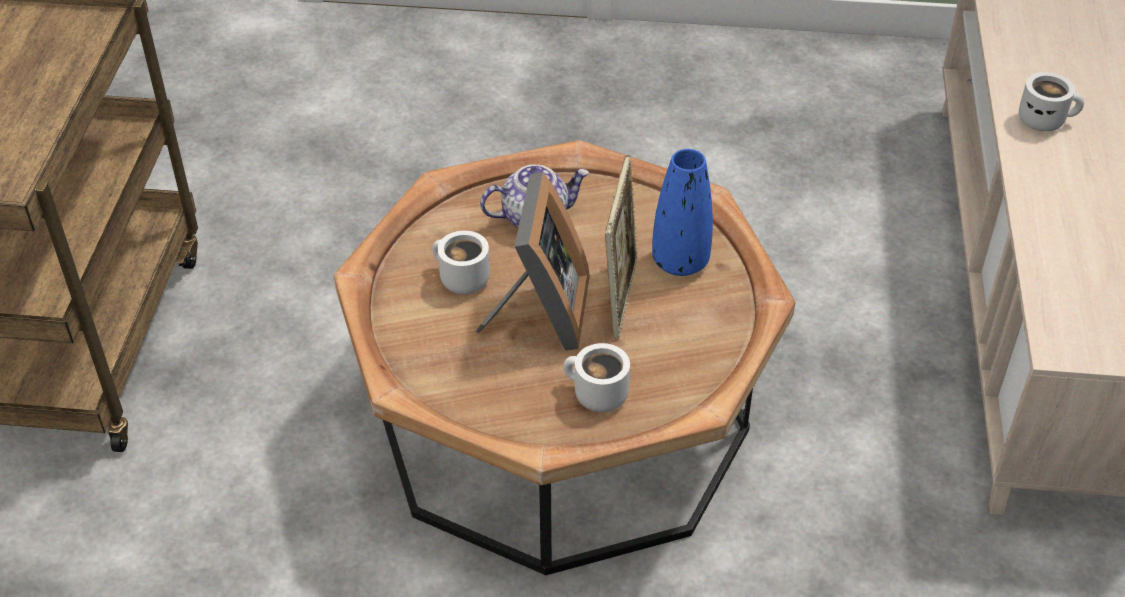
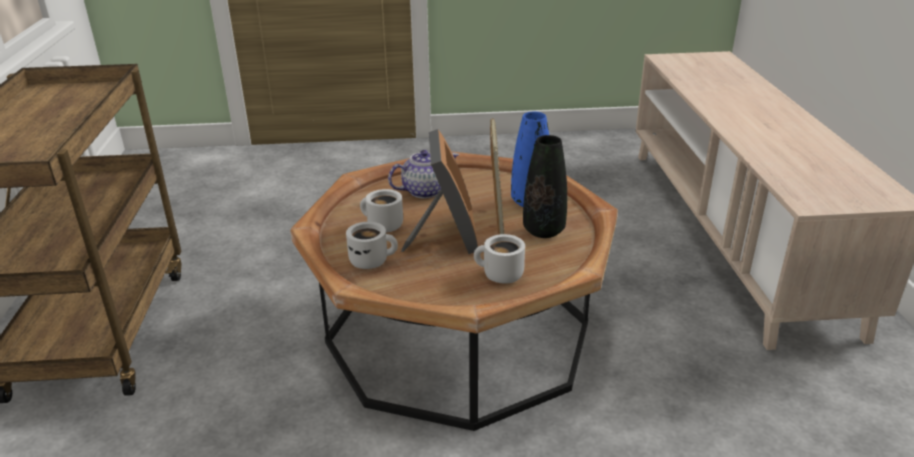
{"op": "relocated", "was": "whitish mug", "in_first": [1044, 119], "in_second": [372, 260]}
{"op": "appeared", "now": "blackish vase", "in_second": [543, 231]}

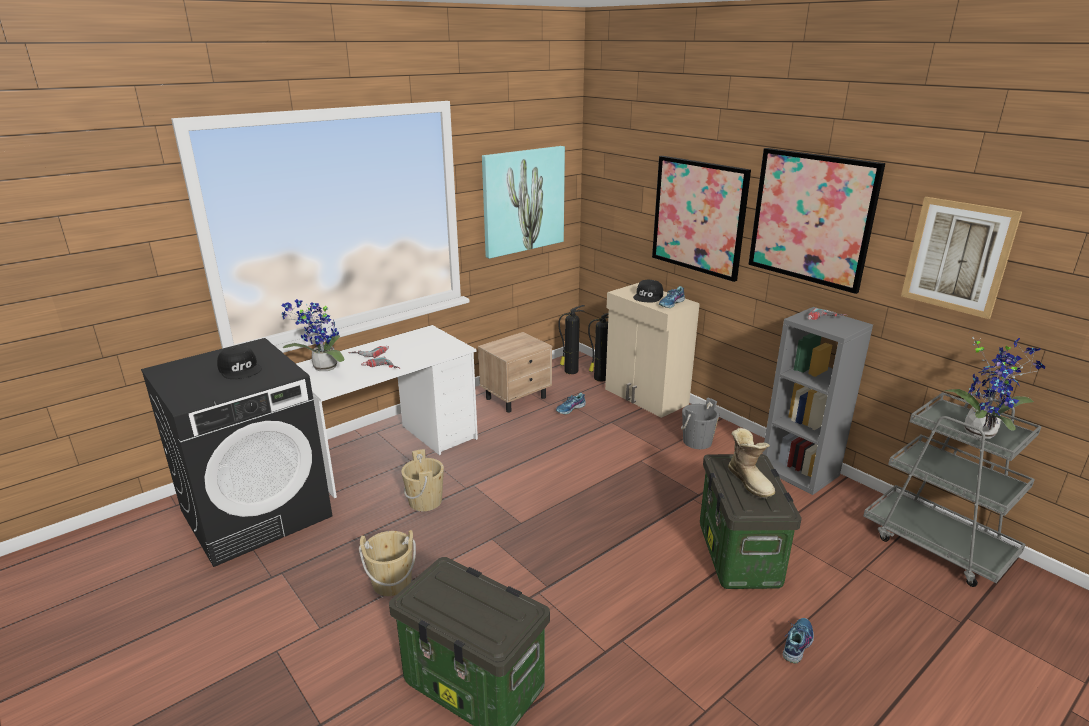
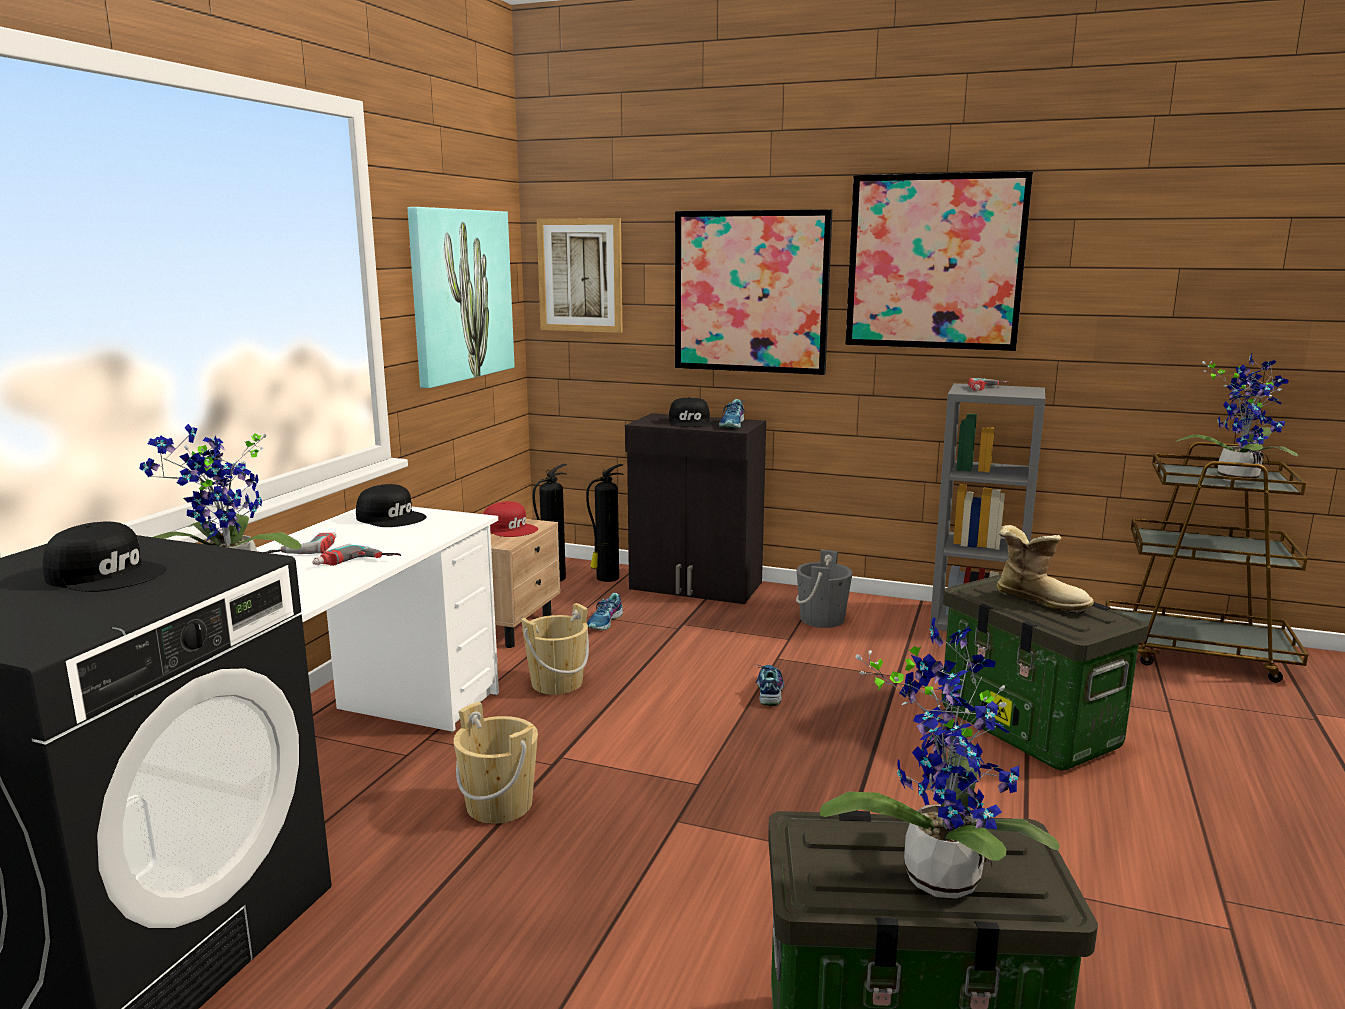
{"op": "relocated", "was": "wall picture", "in_first": [957, 256], "in_second": [580, 275]}
{"op": "colour", "was": "sand-coloured storage cabinet", "now": "blackish storage cabinet", "in_first": [645, 397], "in_second": [696, 586]}
{"op": "colour", "was": "grey trolley", "now": "brown trolley", "in_first": [937, 545], "in_second": [1196, 653]}
{"op": "relocated", "was": "sand-coloured water bucket", "in_first": [392, 582], "in_second": [557, 683]}
{"op": "relocated", "was": "item of footwear", "in_first": [796, 643], "in_second": [768, 691]}
{"op": "appeared", "now": "blackish baseball cap", "in_second": [392, 517]}
{"op": "appeared", "now": "reddish baseball cap", "in_second": [510, 529]}
{"op": "appeared", "now": "plant in a pot", "in_second": [939, 871]}

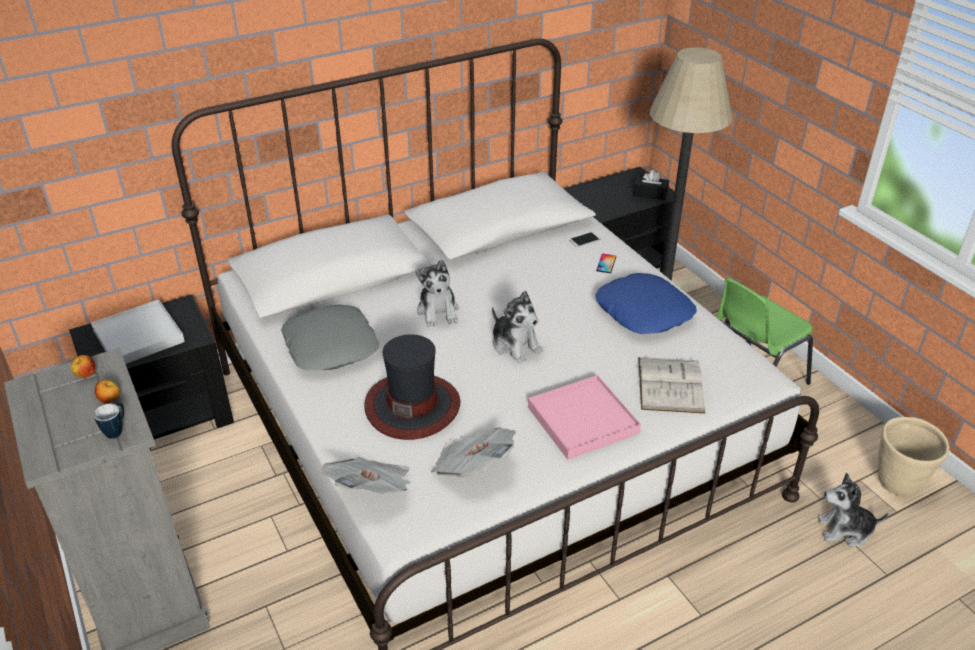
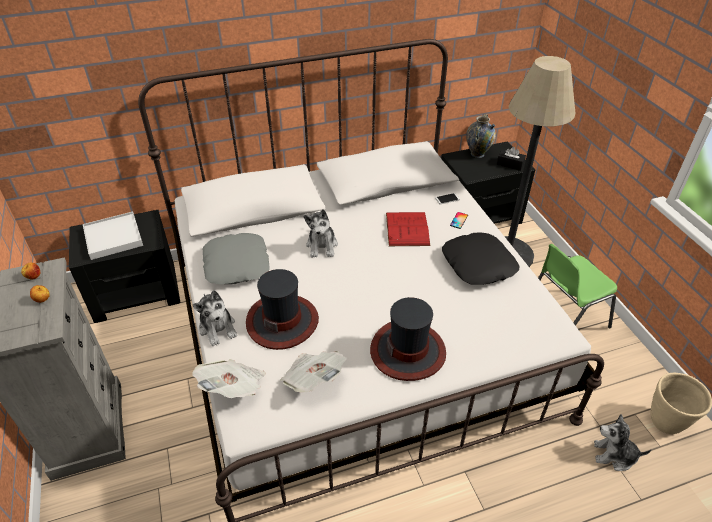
{"op": "colour", "was": "bluish cushion", "now": "blackish cushion", "in_first": [644, 312], "in_second": [479, 264]}
{"op": "relocated", "was": "soft toy", "in_first": [515, 345], "in_second": [218, 328]}
{"op": "missing", "was": "whitish volume", "in_first": [670, 384]}
{"op": "exchanged", "was": "pink-coloured tray", "now": "wearable hat", "in_first": [583, 420], "in_second": [408, 351]}
{"op": "missing", "was": "mug", "in_first": [117, 431]}
{"op": "appeared", "now": "vase", "in_second": [477, 154]}
{"op": "appeared", "now": "reddish volume", "in_second": [407, 229]}

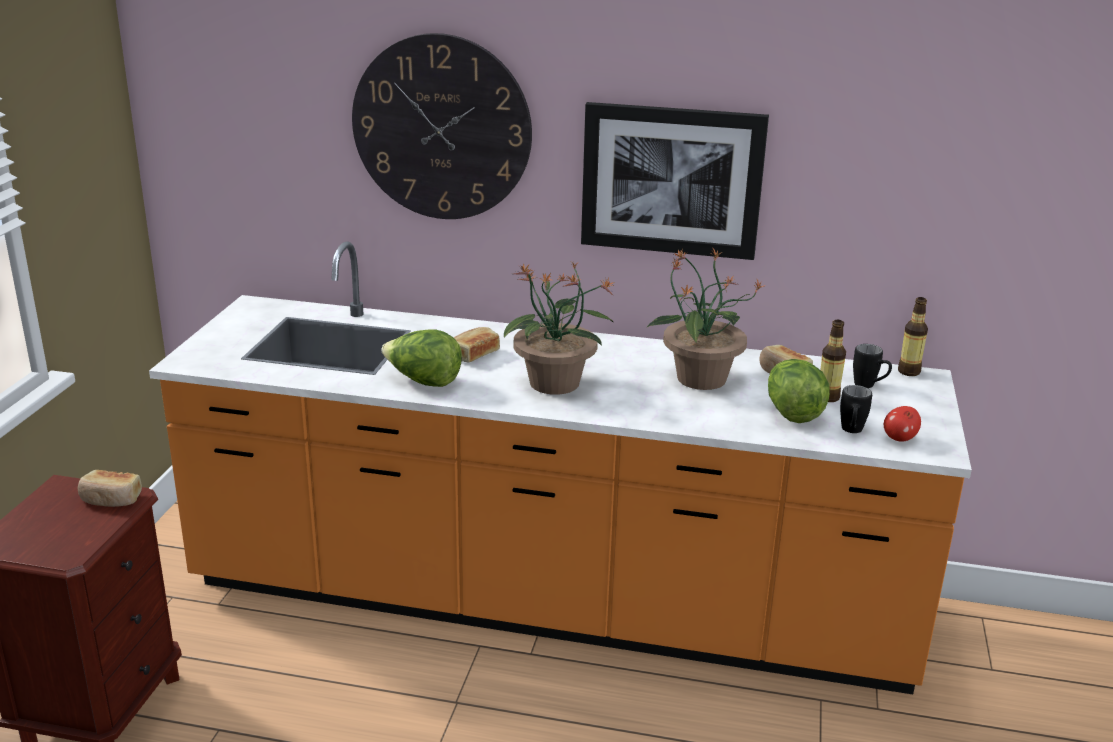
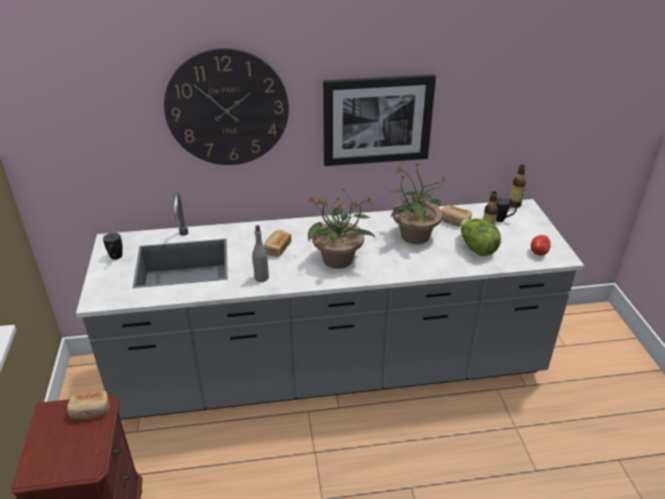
{"op": "colour", "was": "orangey kitchen base unit", "now": "grey kitchen base unit", "in_first": [551, 602], "in_second": [332, 370]}
{"op": "exchanged", "was": "head of lettuce", "now": "grey beverage bottle", "in_first": [423, 382], "in_second": [261, 277]}
{"op": "relocated", "was": "blackish mug", "in_first": [851, 432], "in_second": [115, 258]}

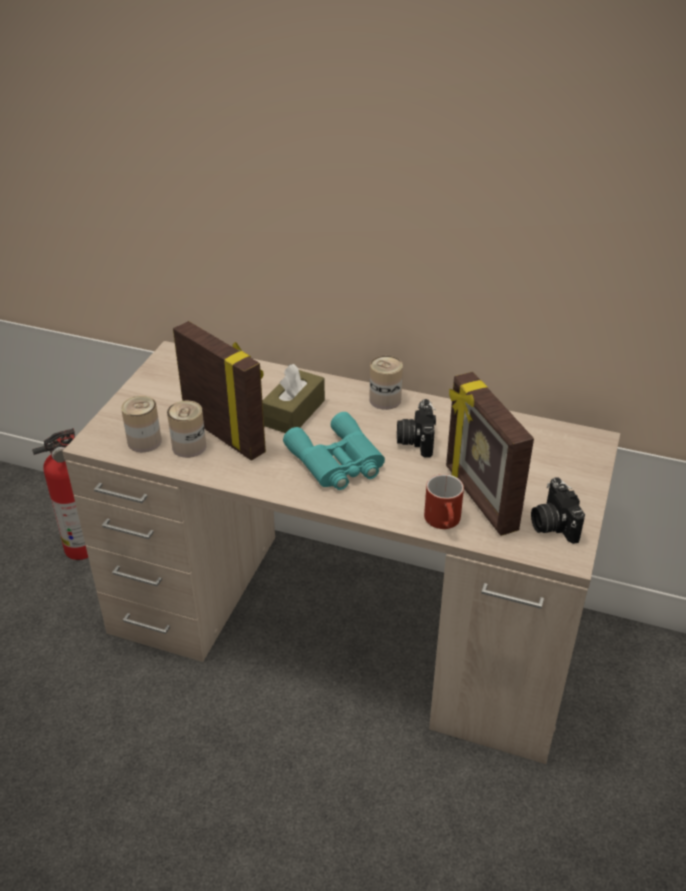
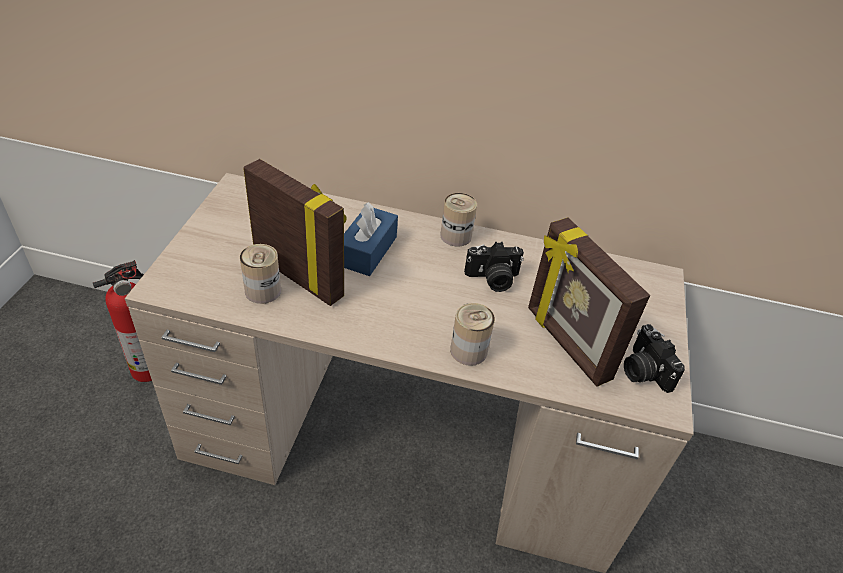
{"op": "colour", "was": "brown tissue holder", "now": "bluish tissue holder", "in_first": [294, 413], "in_second": [367, 251]}
{"op": "relocated", "was": "sealed can", "in_first": [144, 441], "in_second": [468, 351]}
{"op": "spun", "was": "still camera", "in_first": [415, 440], "in_second": [492, 279], "clockwise": -90}
{"op": "missing", "was": "turquoise-coloured field glasses", "in_first": [337, 462]}
{"op": "missing", "was": "reddish mug", "in_first": [445, 522]}

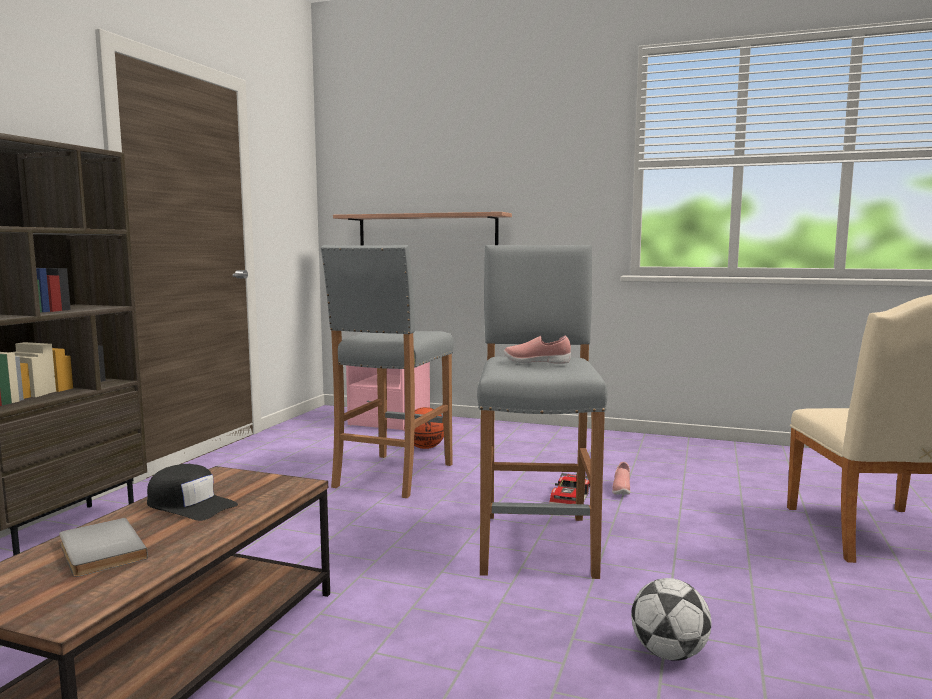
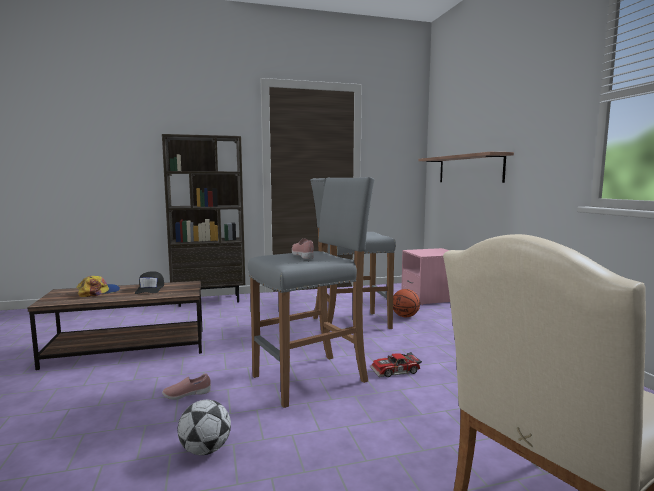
{"op": "relocated", "was": "pink-coloured item of footwear", "in_first": [621, 489], "in_second": [187, 395]}
{"op": "exchanged", "was": "grey volume", "now": "baseball cap", "in_first": [98, 551], "in_second": [98, 292]}

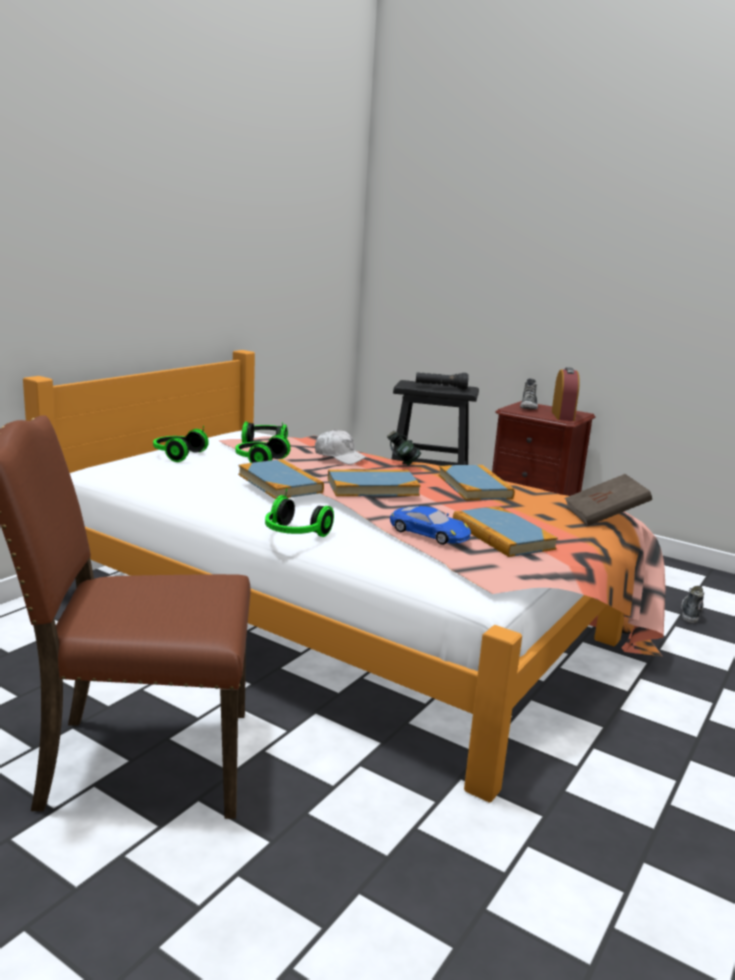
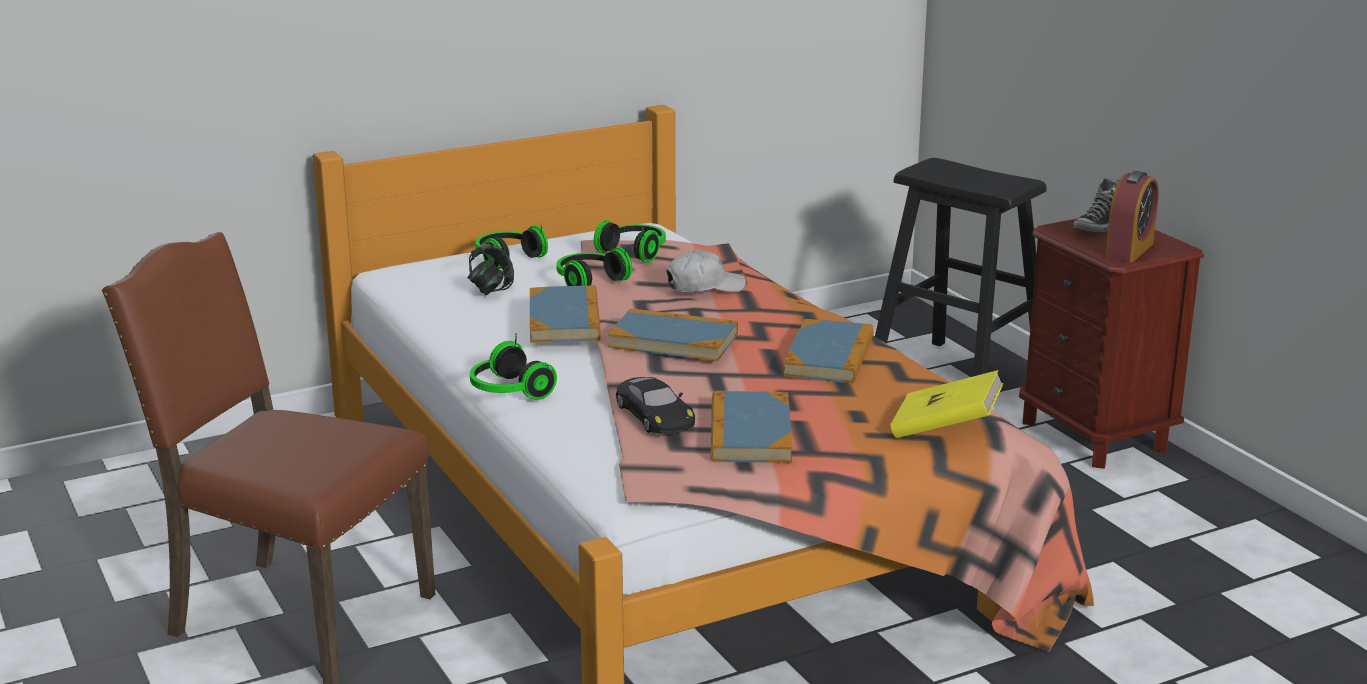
{"op": "missing", "was": "blackish torch", "in_first": [441, 387]}
{"op": "spun", "was": "whitish baseball cap", "in_first": [340, 457], "in_second": [704, 286], "clockwise": -75}
{"op": "relocated", "was": "headset", "in_first": [401, 462], "in_second": [491, 289]}
{"op": "colour", "was": "brown volume", "now": "yellow volume", "in_first": [604, 517], "in_second": [945, 429]}
{"op": "colour", "was": "bluish toy car", "now": "blackish toy car", "in_first": [429, 533], "in_second": [655, 415]}
{"op": "missing", "was": "item of footwear", "in_first": [690, 612]}

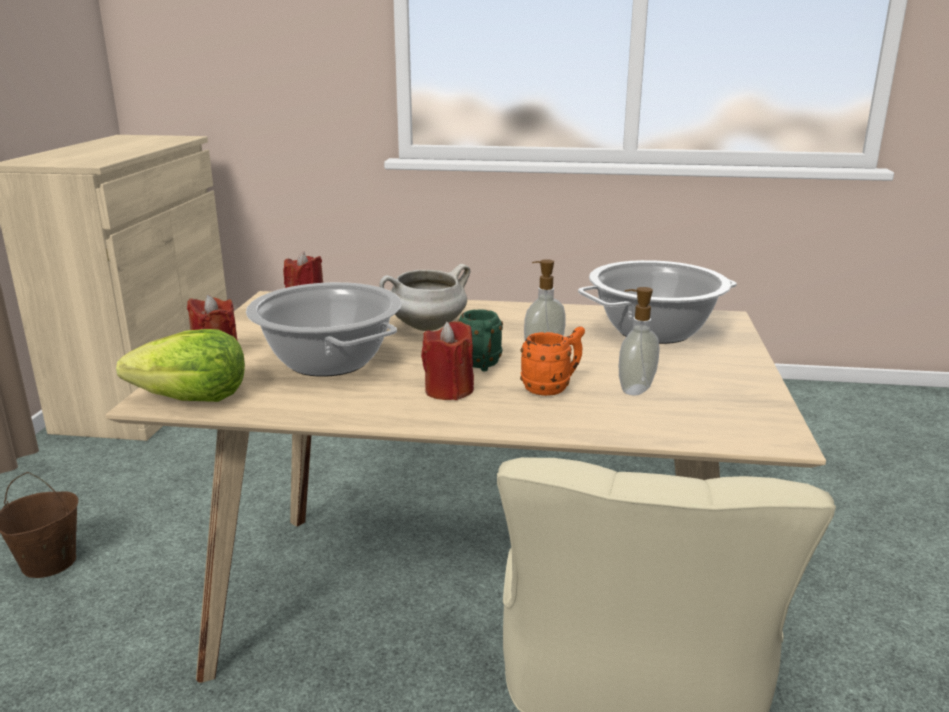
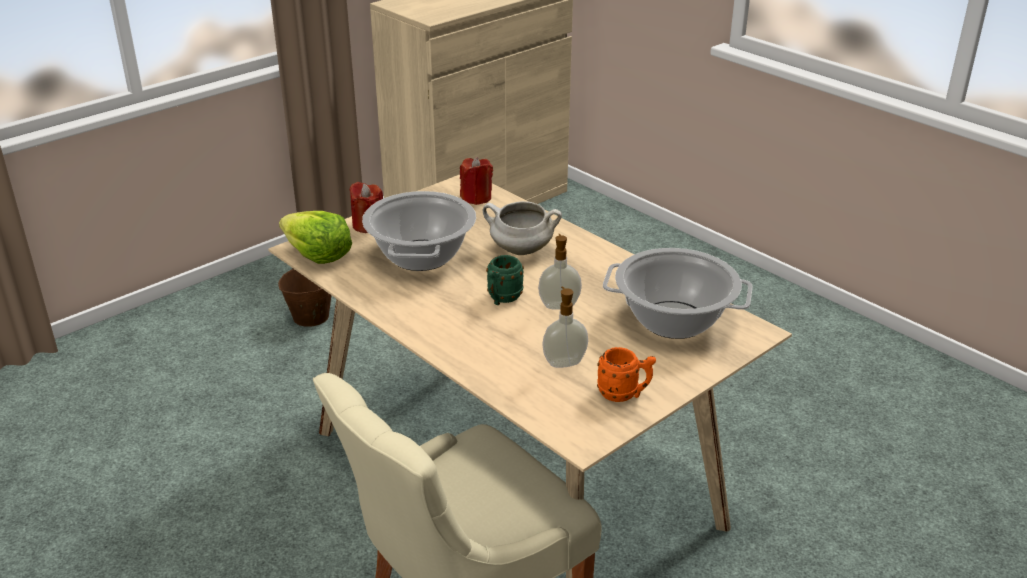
{"op": "missing", "was": "reddish wax candle", "in_first": [449, 390]}
{"op": "relocated", "was": "orangey mug", "in_first": [552, 387], "in_second": [624, 394]}

